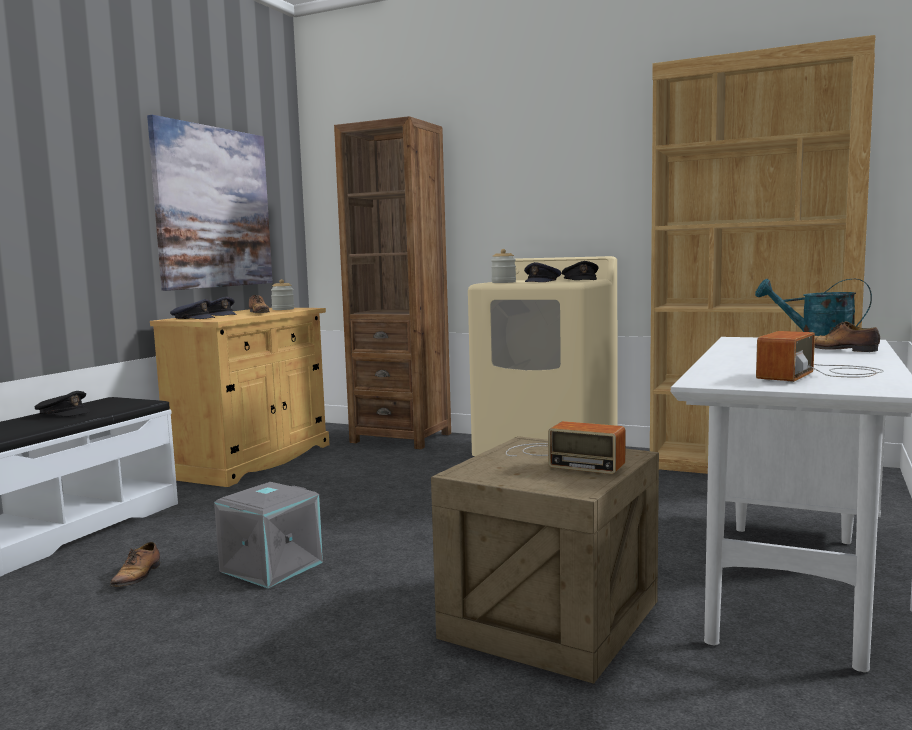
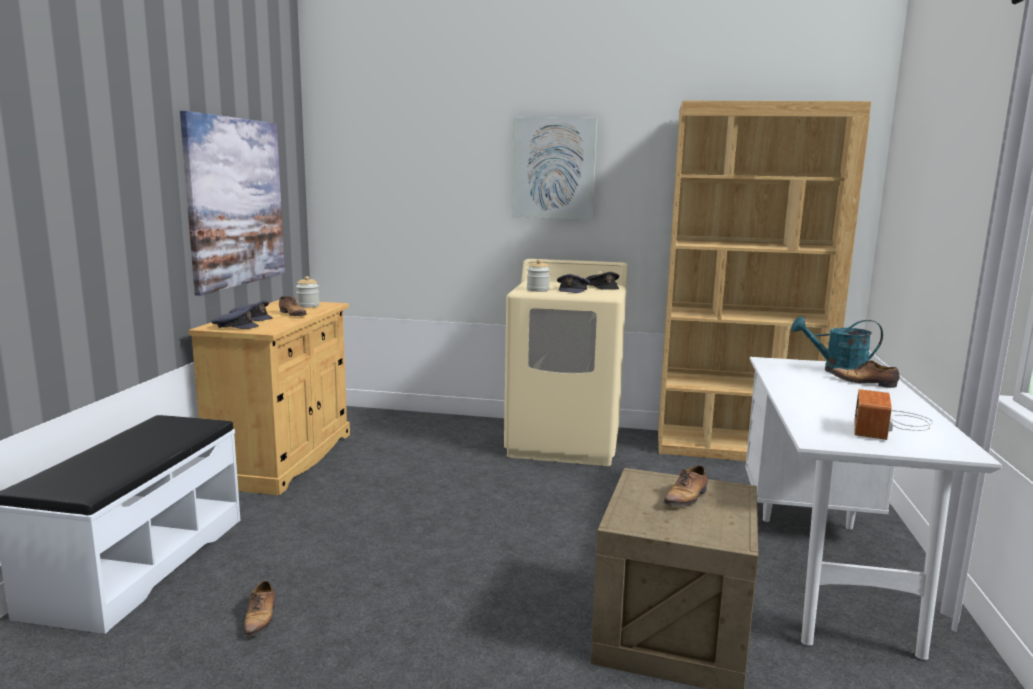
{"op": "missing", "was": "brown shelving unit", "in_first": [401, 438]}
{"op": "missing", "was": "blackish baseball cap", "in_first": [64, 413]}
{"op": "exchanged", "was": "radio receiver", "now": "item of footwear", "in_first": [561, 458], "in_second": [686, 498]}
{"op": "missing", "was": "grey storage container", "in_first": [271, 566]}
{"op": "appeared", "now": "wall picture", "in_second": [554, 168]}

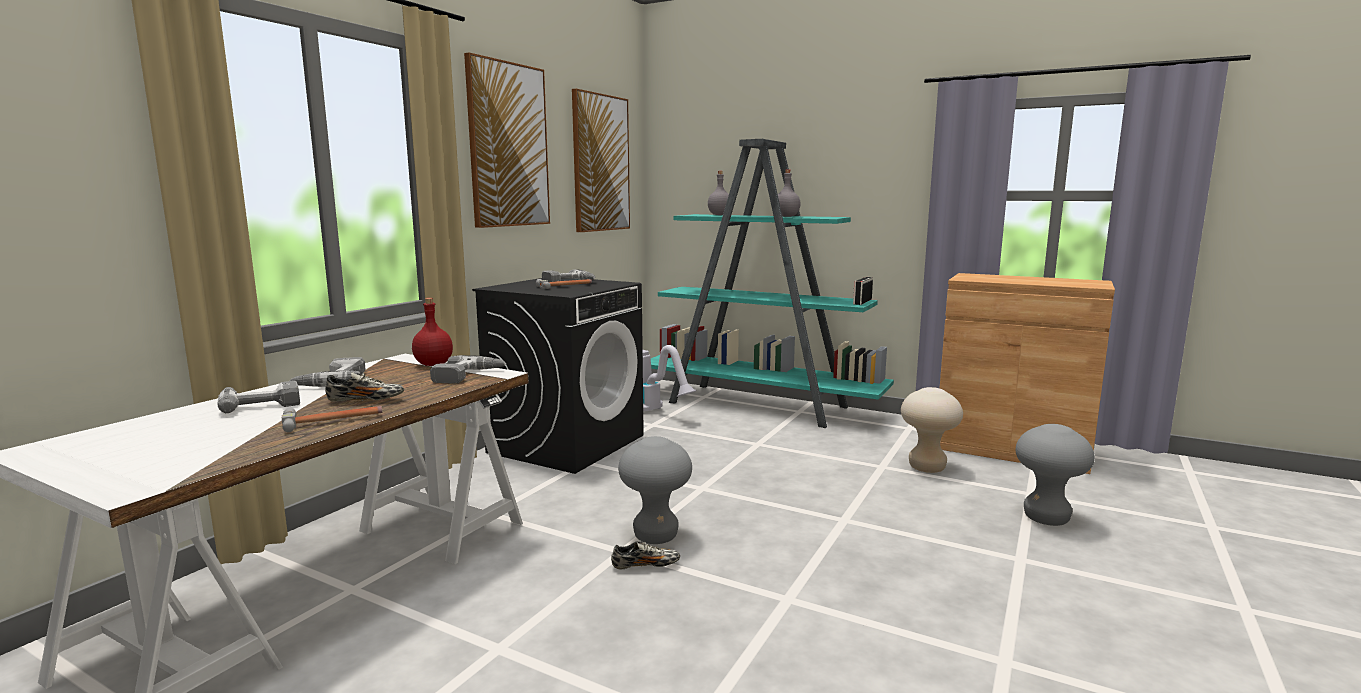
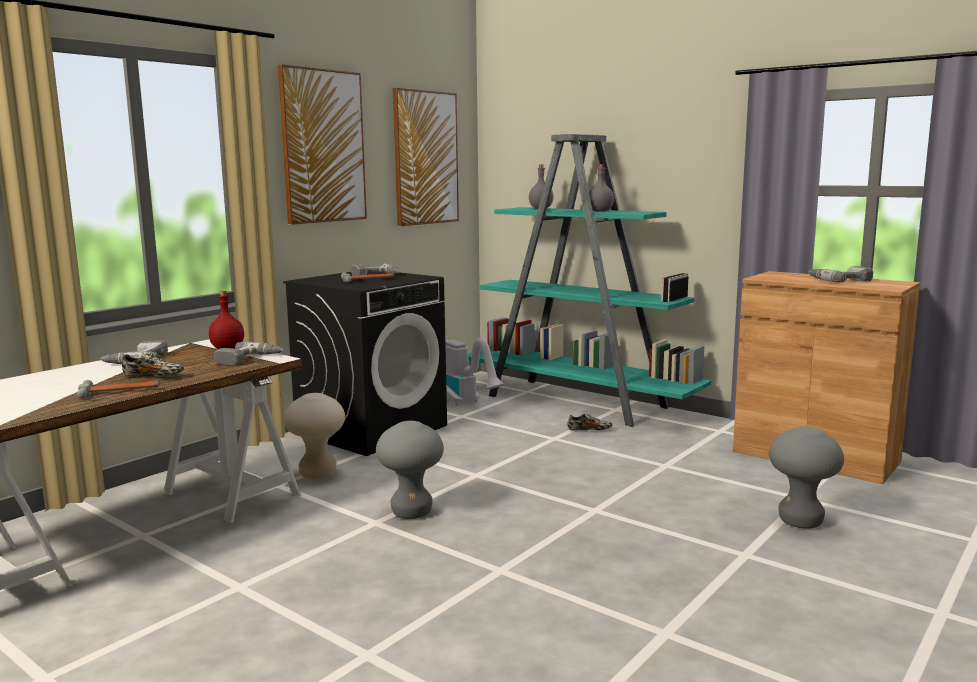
{"op": "relocated", "was": "drill", "in_first": [260, 403], "in_second": [839, 280]}
{"op": "relocated", "was": "sand-coloured sitting stool", "in_first": [927, 467], "in_second": [318, 474]}
{"op": "relocated", "was": "item of footwear", "in_first": [645, 566], "in_second": [589, 430]}

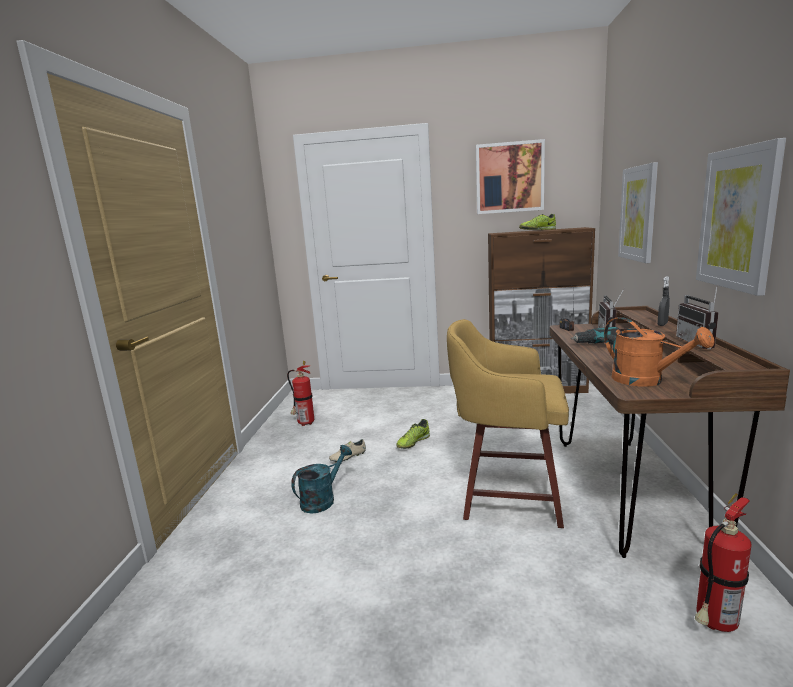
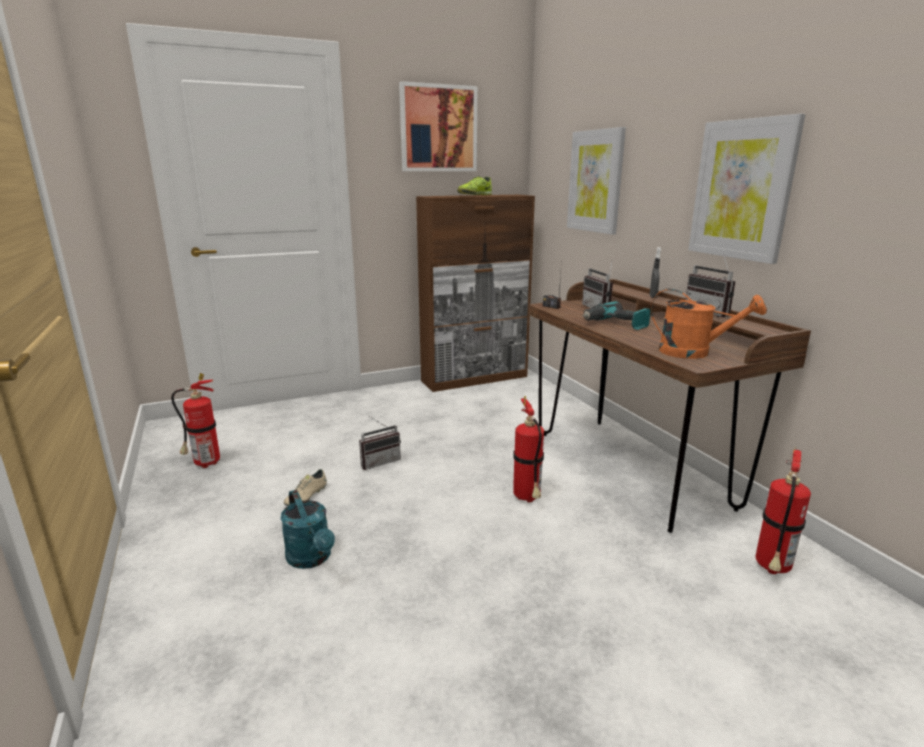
{"op": "exchanged", "was": "yellow sitting stool", "now": "extinguisher", "in_first": [507, 495], "in_second": [528, 499]}
{"op": "exchanged", "was": "item of footwear", "now": "radio receiver", "in_first": [413, 442], "in_second": [379, 461]}
{"op": "spun", "was": "turquoise-coloured watering can", "in_first": [322, 499], "in_second": [312, 559], "clockwise": 135}

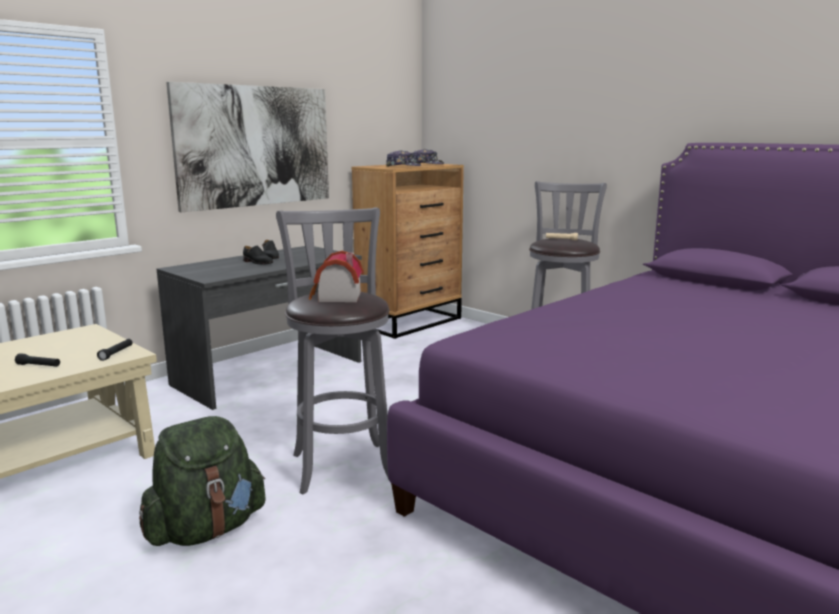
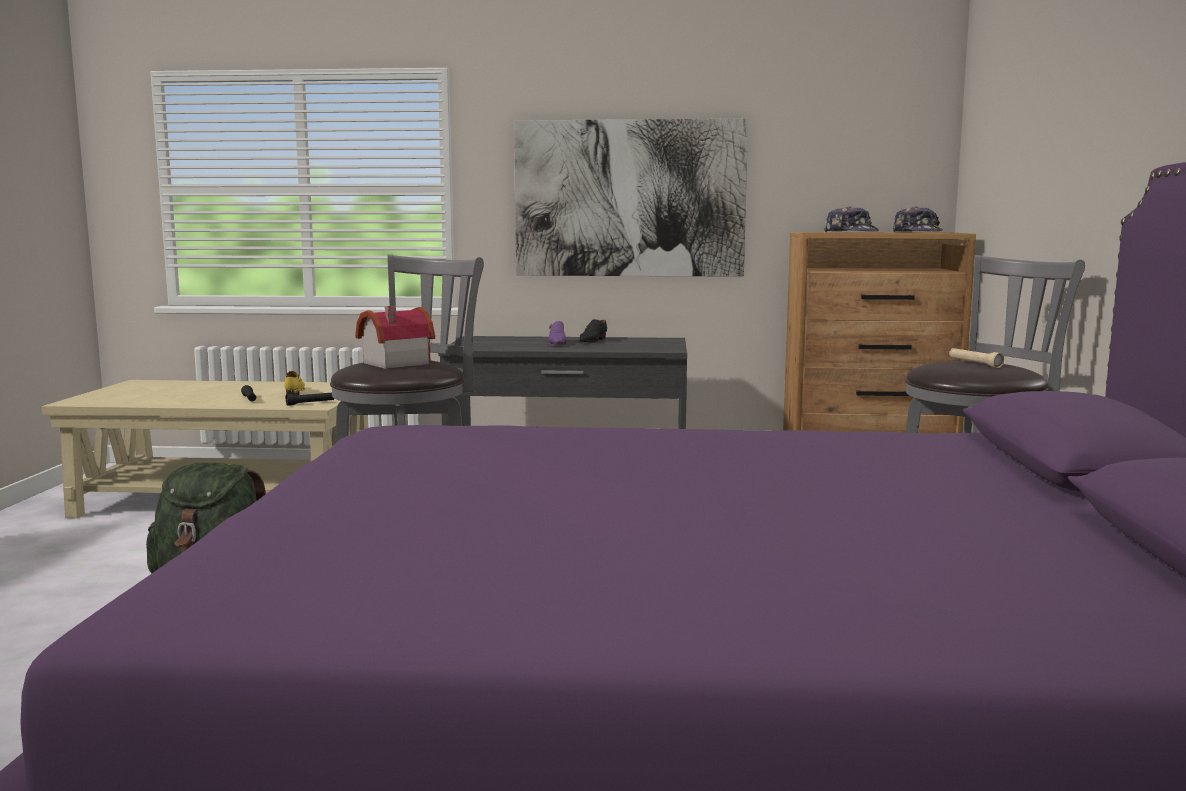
{"op": "colour", "was": "blackish item of footwear", "now": "purplish item of footwear", "in_first": [257, 262], "in_second": [557, 343]}
{"op": "appeared", "now": "yellow item of footwear", "in_second": [295, 392]}

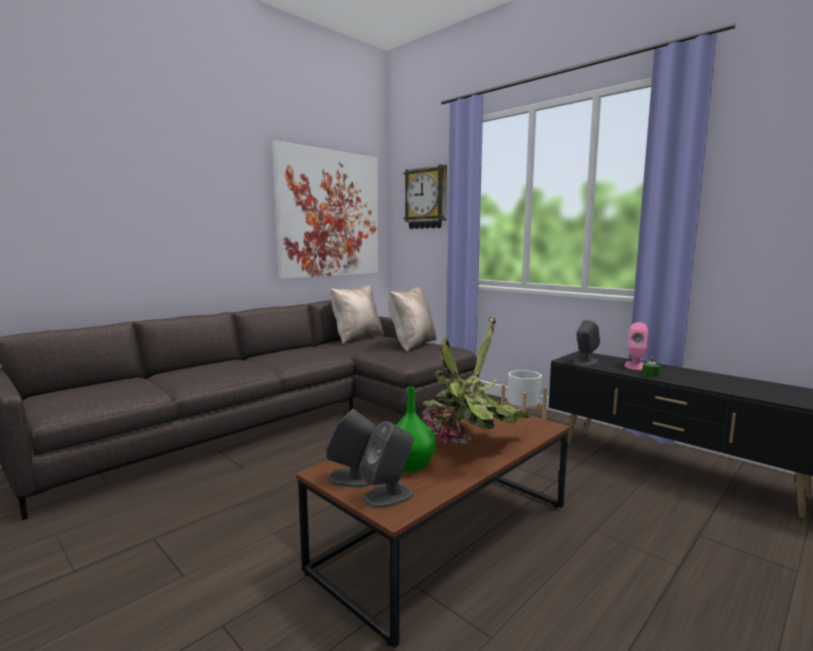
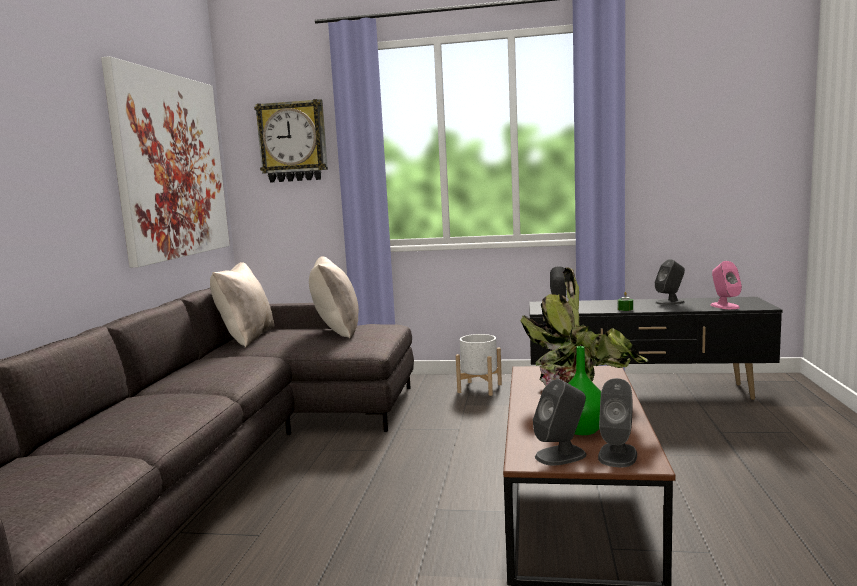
{"op": "relocated", "was": "pink-coloured audio speaker", "in_first": [635, 366], "in_second": [724, 306]}
{"op": "appeared", "now": "grey audio speaker", "in_second": [670, 302]}

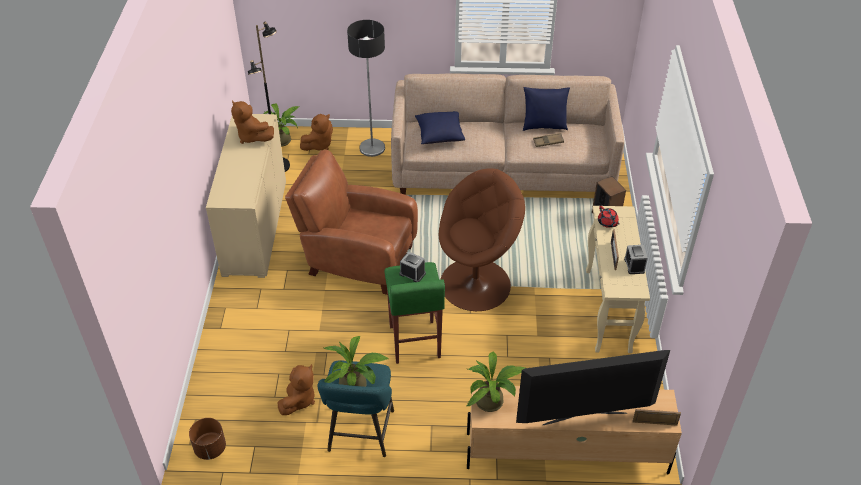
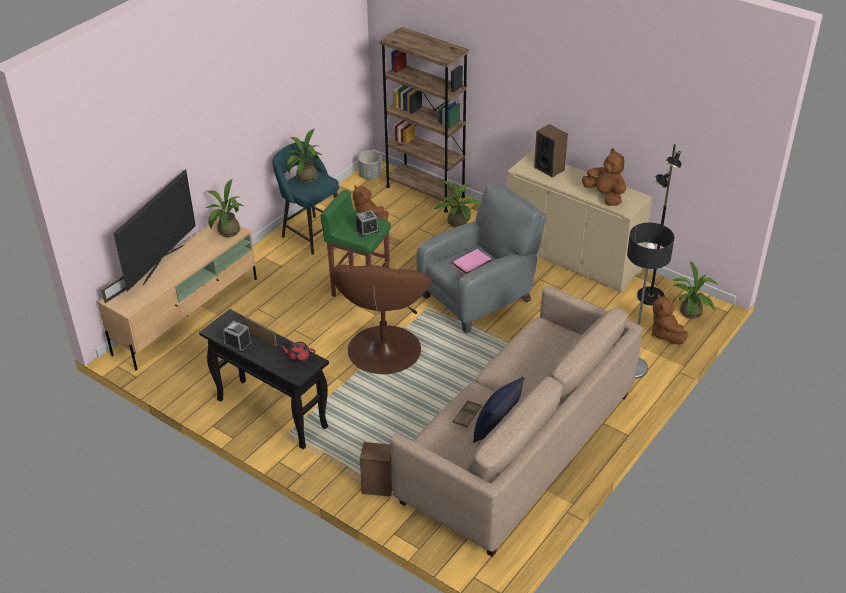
{"op": "spun", "was": "brown soft toy", "in_first": [252, 137], "in_second": [605, 196], "clockwise": 60}
{"op": "missing", "was": "bluish cushion", "in_first": [439, 135]}
{"op": "colour", "was": "brown lounge chair", "now": "grey lounge chair", "in_first": [357, 259], "in_second": [480, 296]}
{"op": "colour", "was": "sand-coloured console table", "now": "blackish console table", "in_first": [608, 311], "in_second": [271, 413]}
{"op": "colour", "was": "brown plant pot", "now": "grey plant pot", "in_first": [210, 448], "in_second": [370, 175]}
{"op": "appeared", "now": "brown shelving unit", "in_second": [425, 191]}
{"op": "appeared", "now": "audio speaker", "in_second": [549, 168]}
{"op": "appeared", "now": "plant in a pot", "in_second": [459, 223]}
{"op": "appeared", "now": "pink-coloured volume", "in_second": [472, 265]}

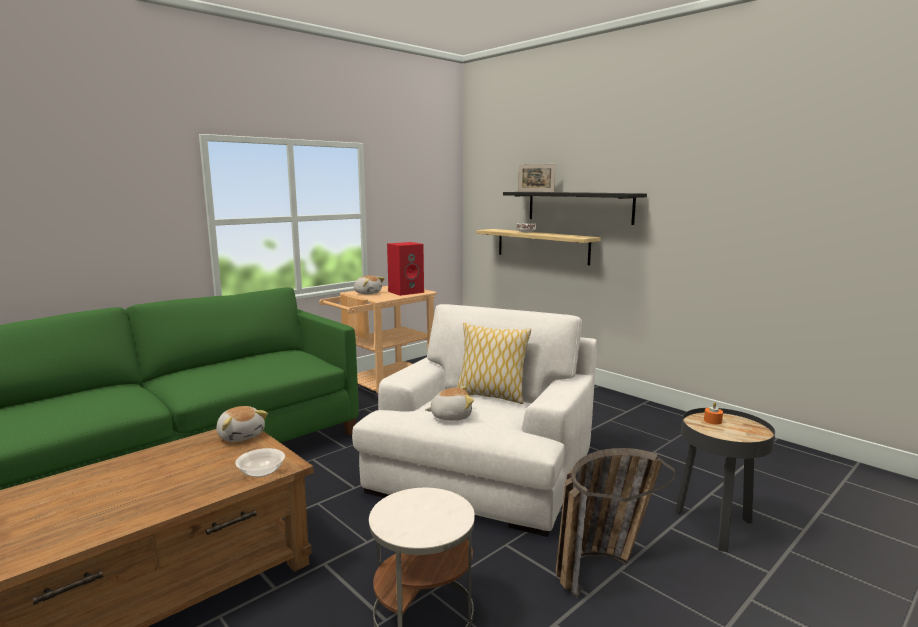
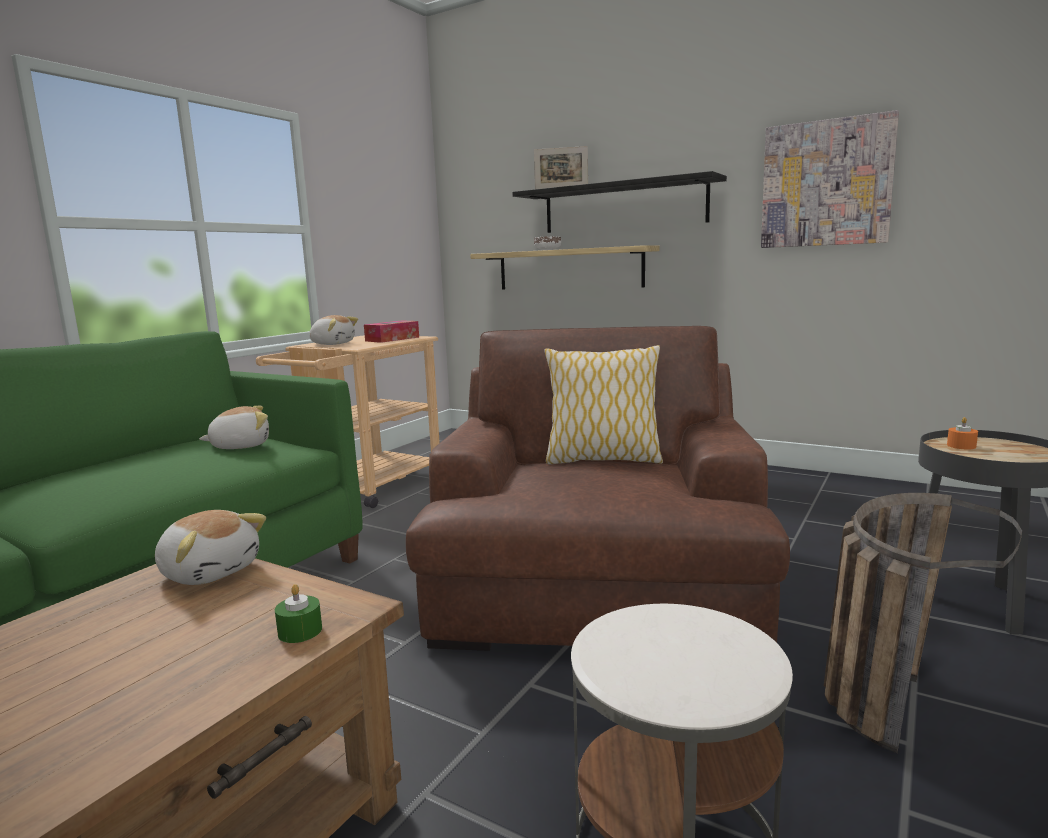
{"op": "exchanged", "was": "reddish audio speaker", "now": "tissue holder", "in_first": [406, 292], "in_second": [392, 339]}
{"op": "colour", "was": "whitish lounge chair", "now": "brown lounge chair", "in_first": [483, 470], "in_second": [596, 580]}
{"op": "relocated", "was": "soft toy", "in_first": [451, 416], "in_second": [240, 446]}
{"op": "exchanged", "was": "serving bowl", "now": "greenish wax candle", "in_first": [261, 472], "in_second": [300, 631]}
{"op": "appeared", "now": "wall picture", "in_second": [826, 184]}

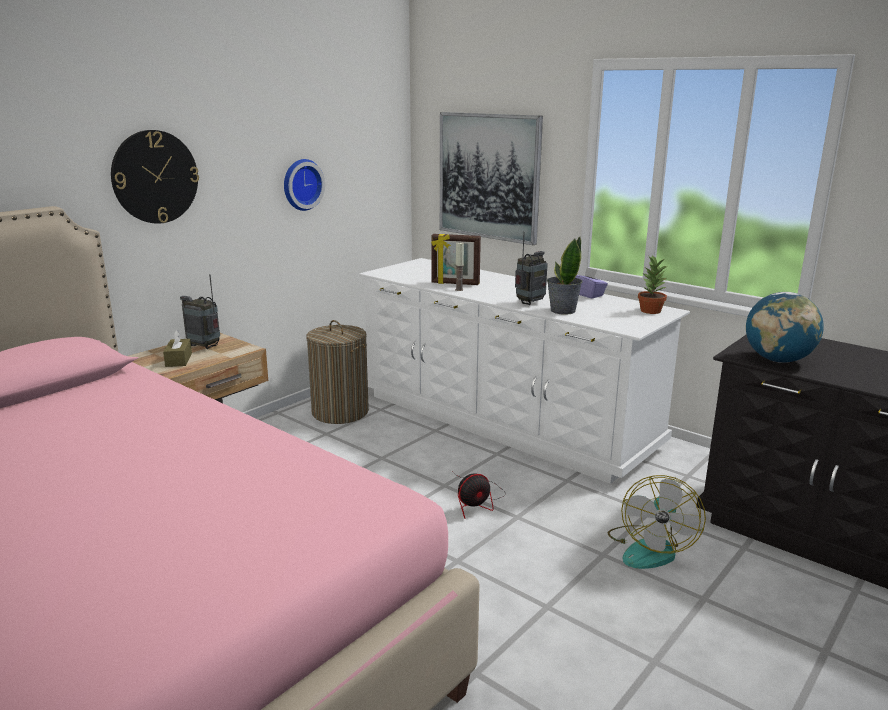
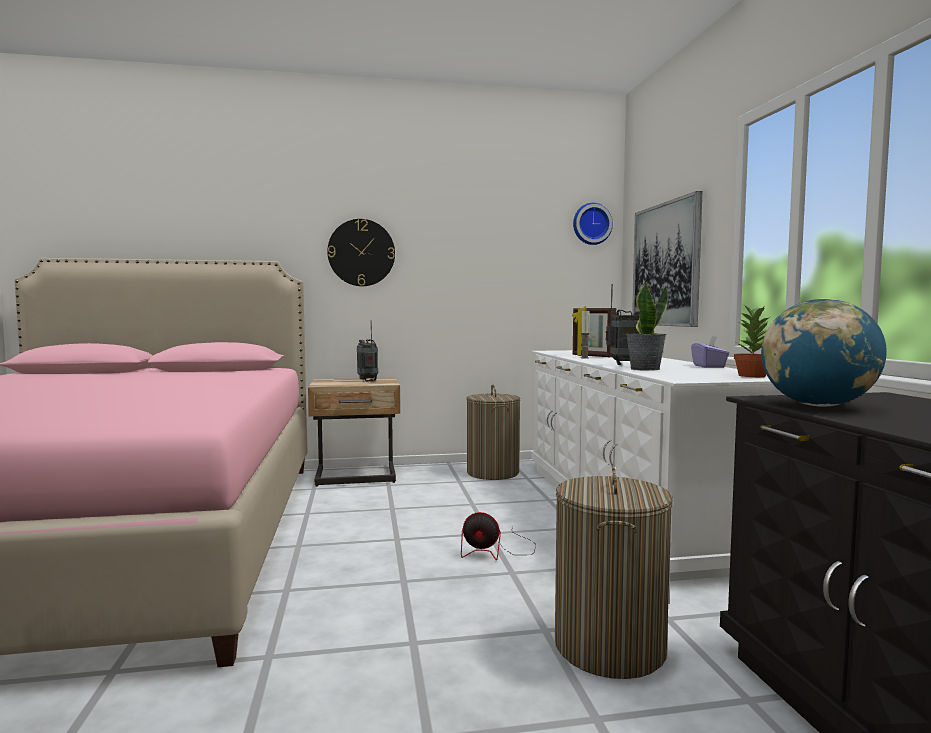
{"op": "relocated", "was": "wall clock", "in_first": [301, 184], "in_second": [591, 224]}
{"op": "missing", "was": "brown tissue holder", "in_first": [178, 360]}
{"op": "exchanged", "was": "electric fan", "now": "laundry basket", "in_first": [650, 548], "in_second": [609, 647]}

